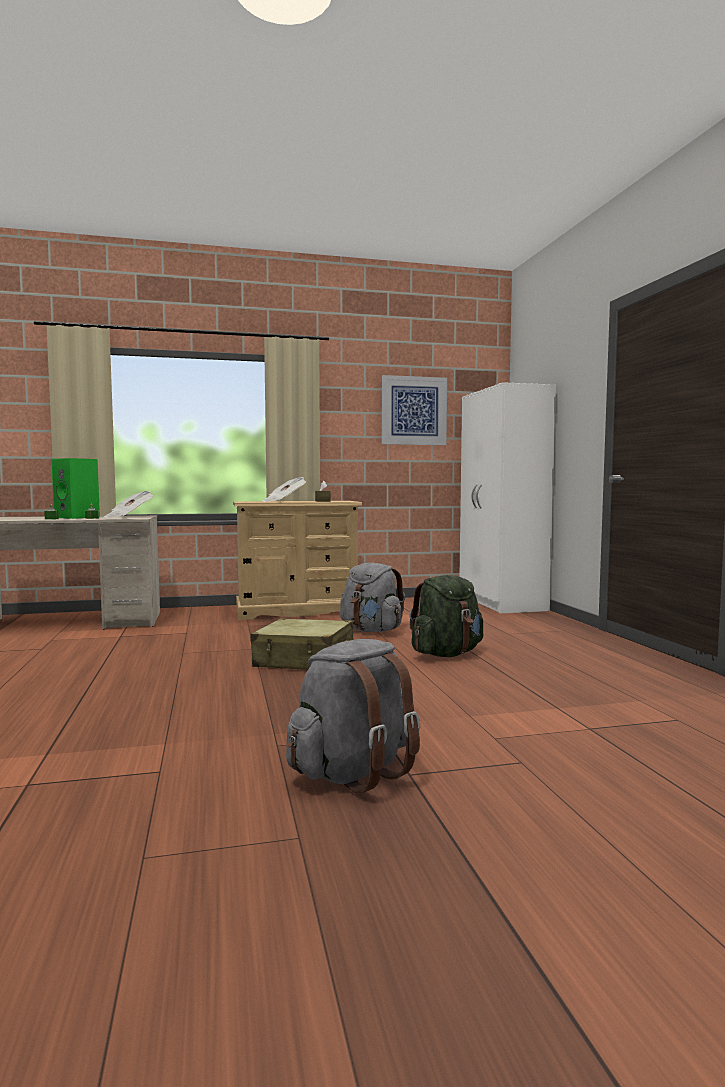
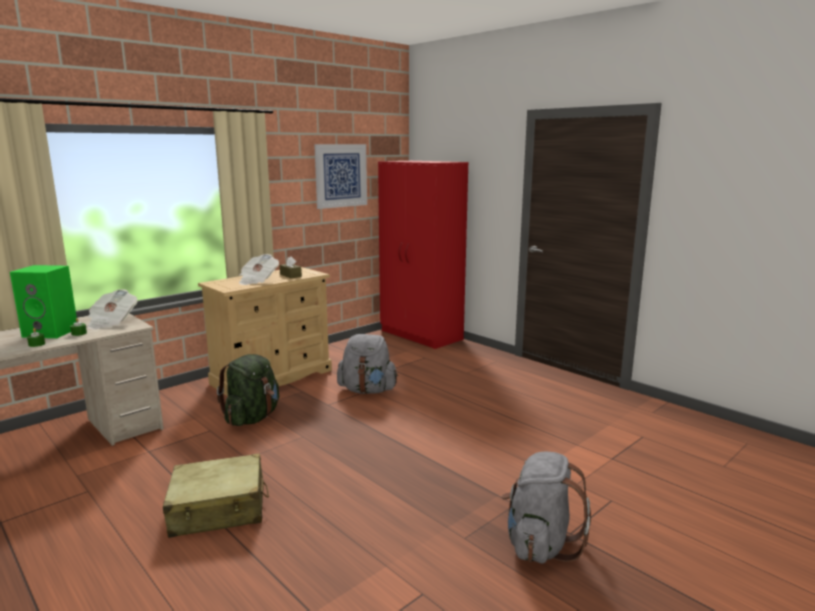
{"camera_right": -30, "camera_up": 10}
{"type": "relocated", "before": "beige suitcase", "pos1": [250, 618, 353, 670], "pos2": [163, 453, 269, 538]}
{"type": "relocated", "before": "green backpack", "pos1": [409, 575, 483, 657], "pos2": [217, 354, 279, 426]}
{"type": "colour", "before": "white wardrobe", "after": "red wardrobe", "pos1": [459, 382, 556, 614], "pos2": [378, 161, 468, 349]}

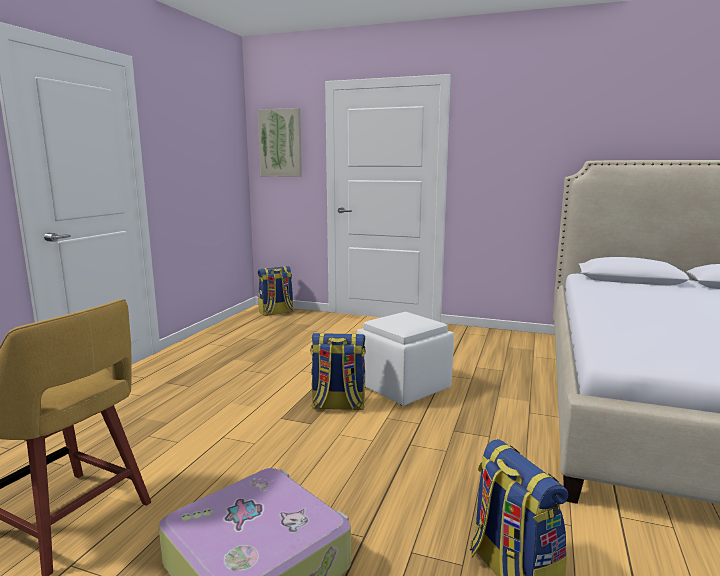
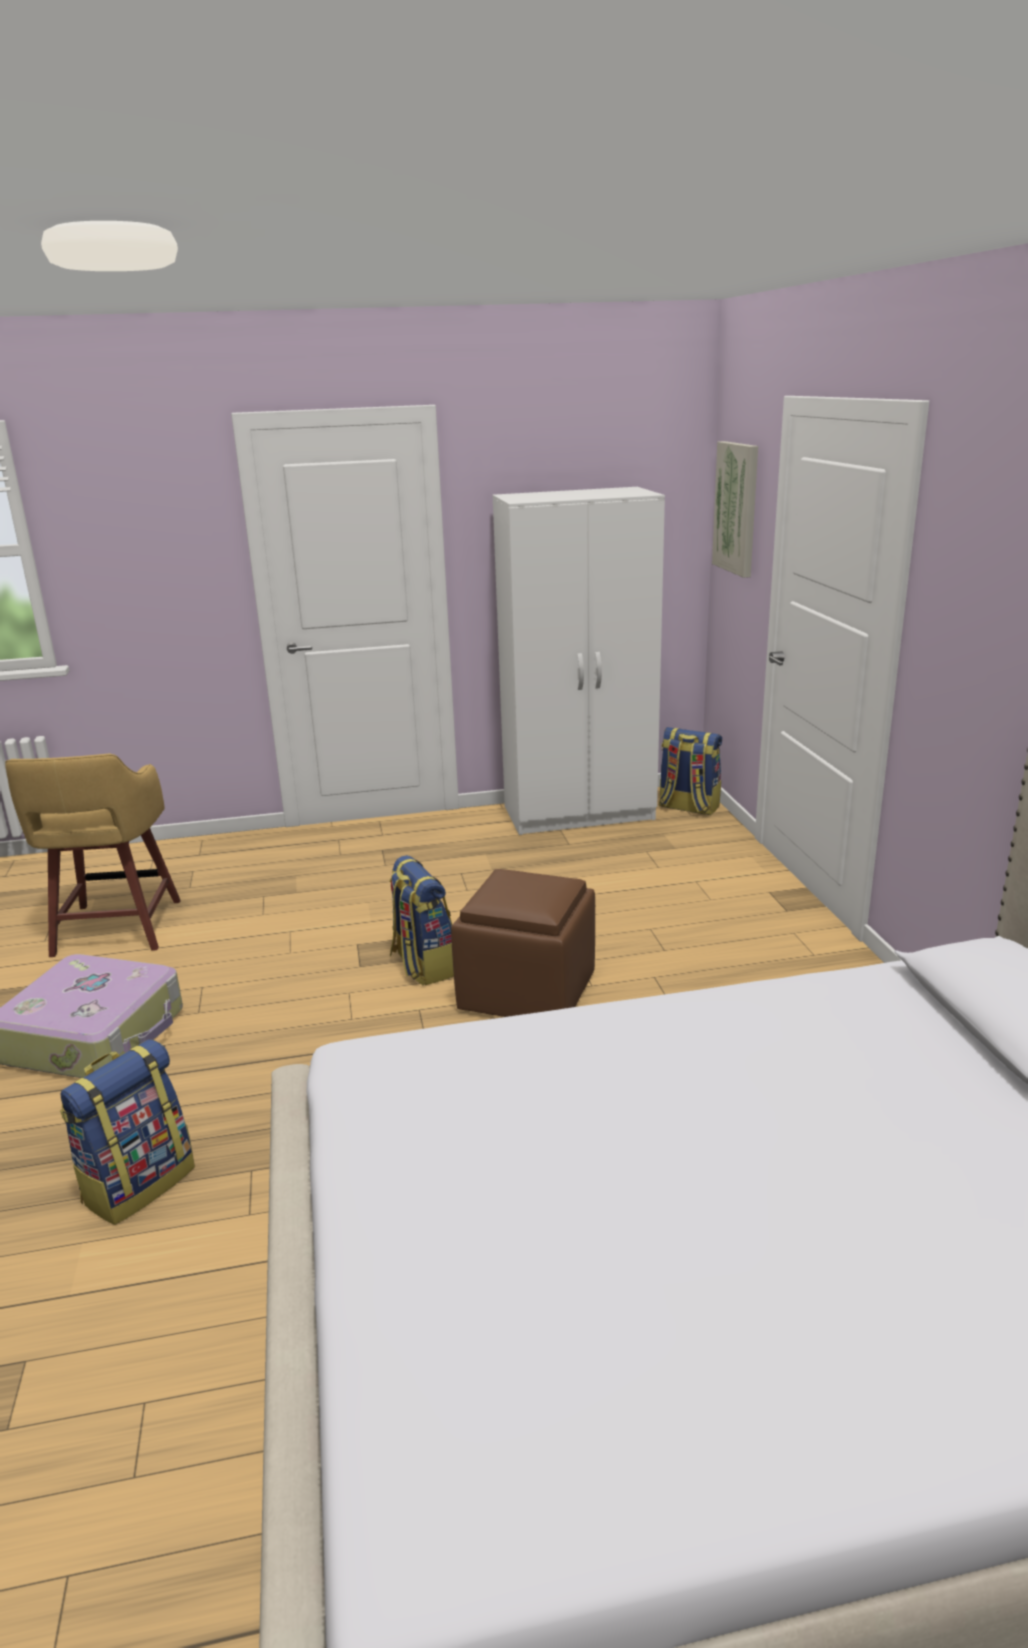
{"camera_right": 60, "camera_up": 10}
{"type": "colour", "before": "white ottoman", "after": "brown ottoman", "pos1": [357, 312, 454, 406], "pos2": [451, 869, 595, 1017]}
{"type": "appeared", "after": "white wardrobe", "pos2": [493, 487, 665, 835]}

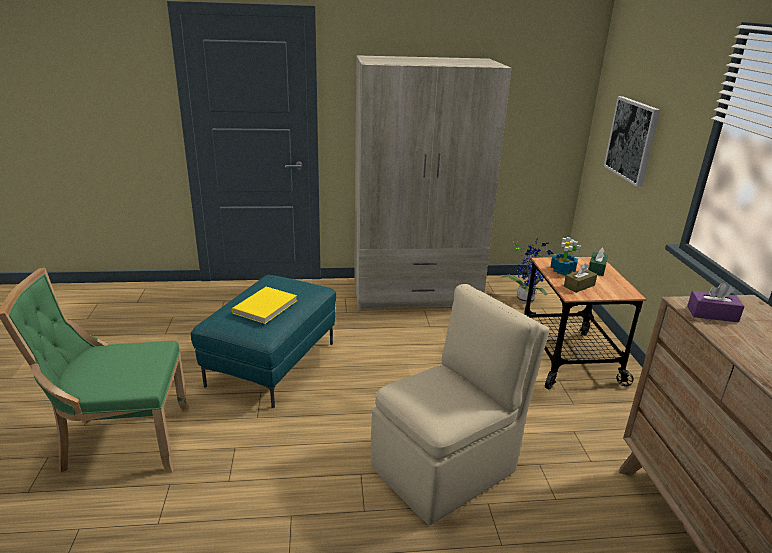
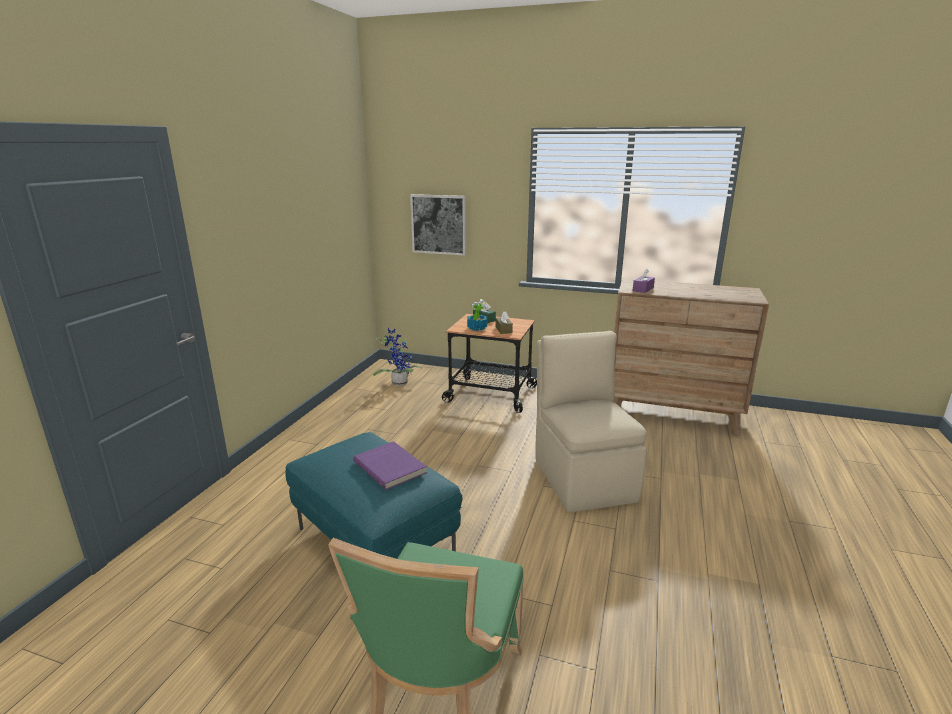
{"camera_right": -65, "camera_up": -5}
{"type": "colour", "before": "yellow book", "after": "purple book", "pos1": [232, 287, 297, 324], "pos2": [353, 441, 427, 490]}
{"type": "missing", "before": "beige wardrobe", "pos1": [354, 55, 511, 310]}

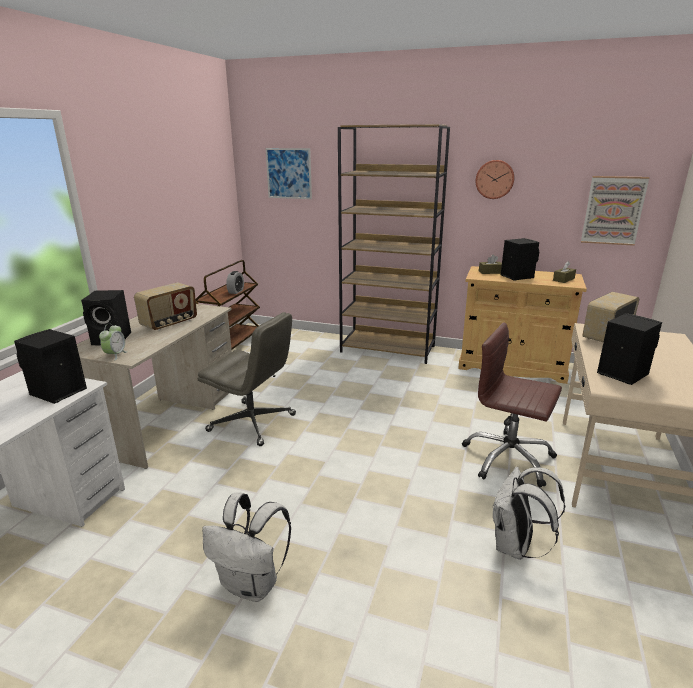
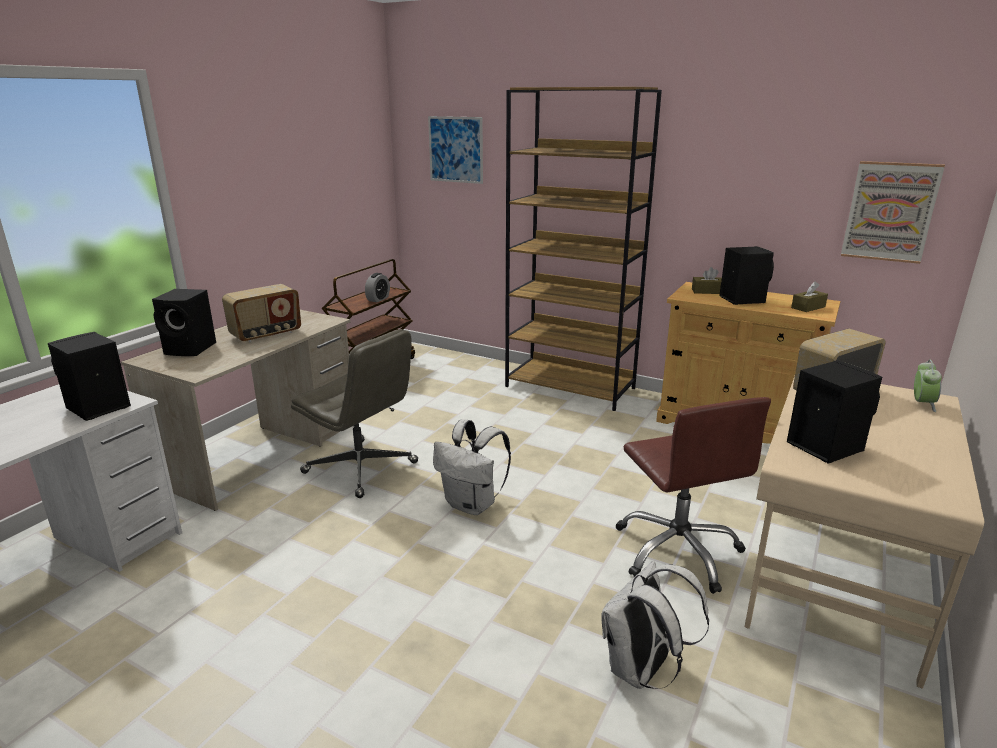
{"camera_right": 10, "camera_up": 0}
{"type": "relocated", "before": "white backpack", "pos1": [202, 492, 291, 602], "pos2": [433, 419, 511, 515]}
{"type": "spun", "before": "brown office chair", "pos1": [462, 322, 562, 488], "pos2": [615, 397, 771, 594], "turn": -150}
{"type": "relocated", "before": "alarm clock", "pos1": [99, 323, 128, 361], "pos2": [914, 359, 942, 412]}
{"type": "missing", "before": "wall clock", "pos1": [476, 160, 514, 199]}

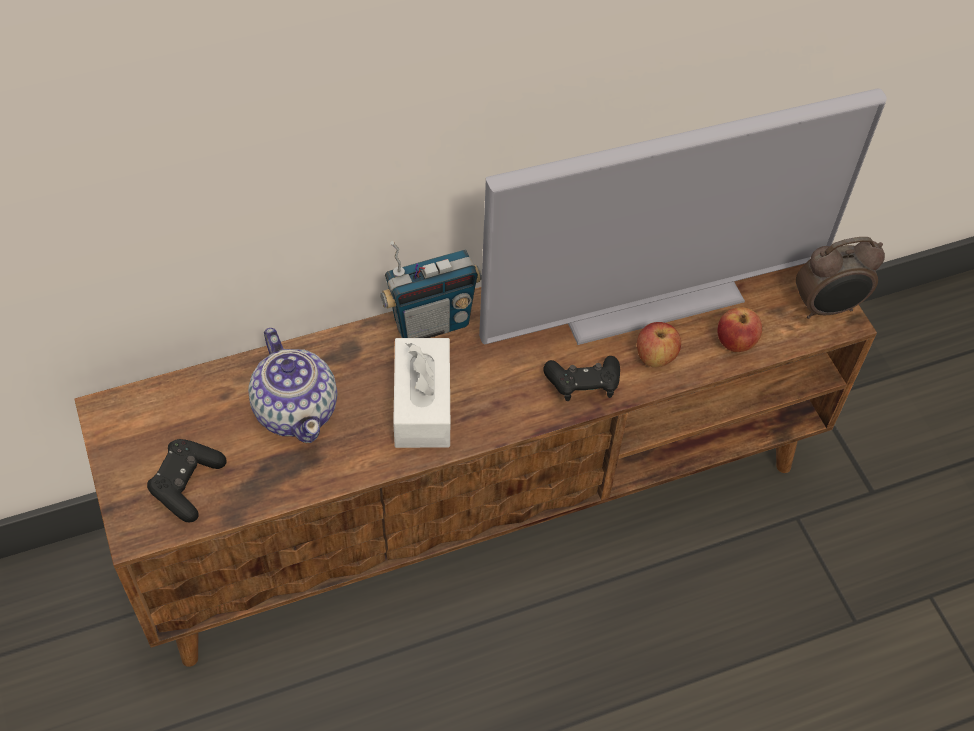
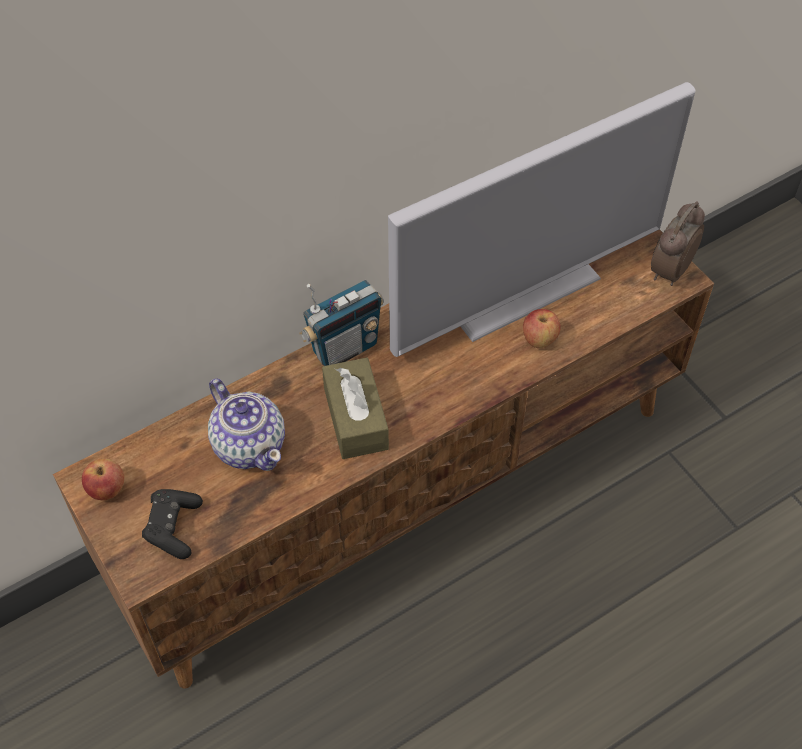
{"camera_right": -10, "camera_up": 0}
{"type": "relocated", "before": "apple", "pos1": [717, 307, 762, 352], "pos2": [82, 459, 124, 500]}
{"type": "colour", "before": "white tissue box", "after": "brown tissue box", "pos1": [393, 338, 450, 448], "pos2": [322, 358, 389, 459]}
{"type": "spun", "before": "alarm clock", "pos1": [796, 237, 885, 319], "pos2": [651, 201, 705, 286], "turn": 150}
{"type": "missing", "before": "black game controller", "pos1": [544, 356, 620, 401]}

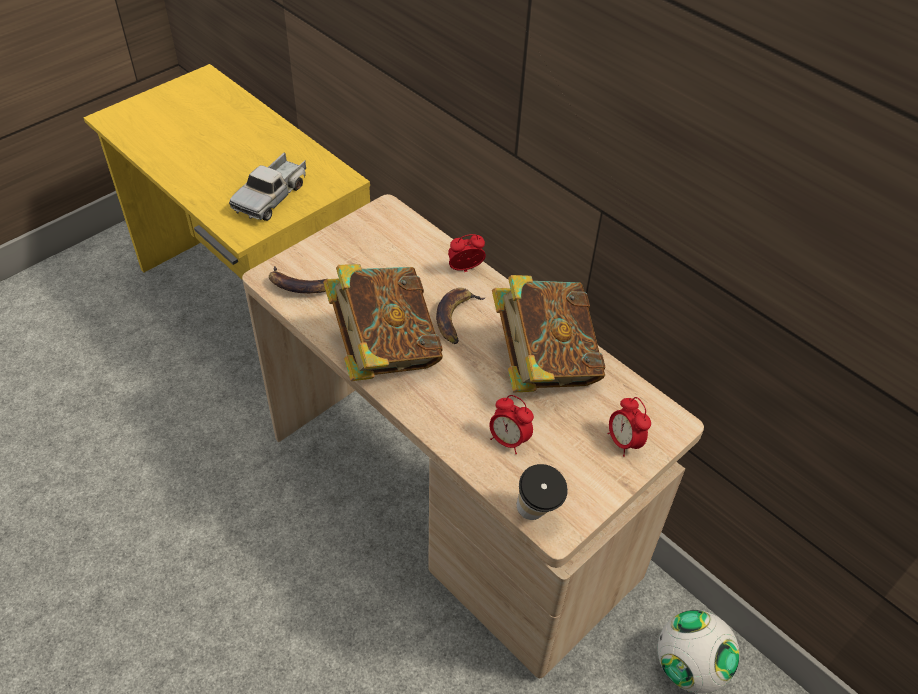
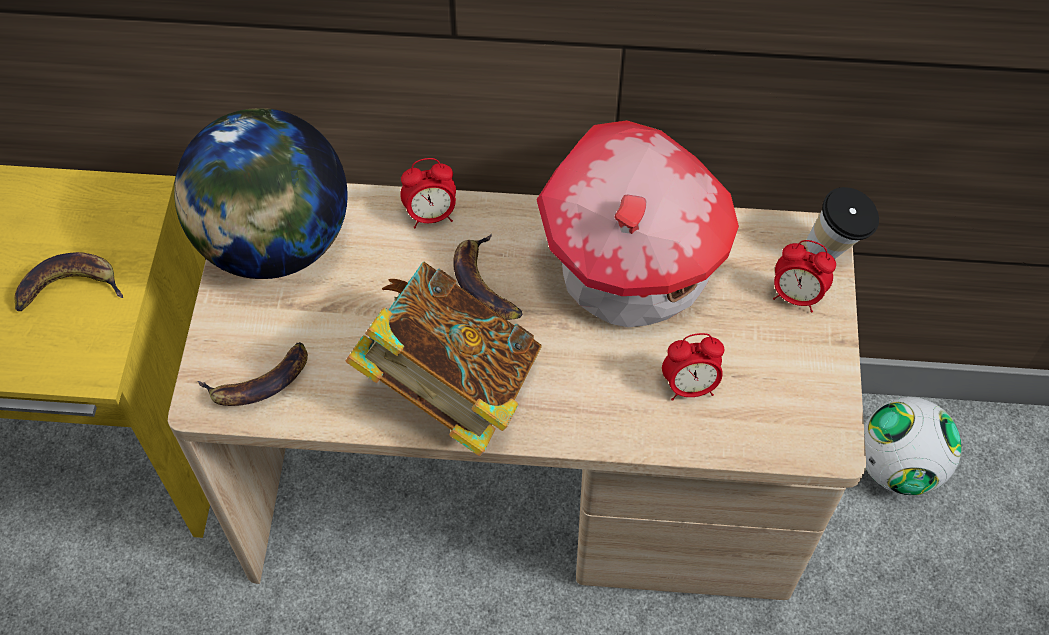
{"camera_right": -40, "camera_up": 10}
{"type": "exchanged", "before": "toy truck", "after": "banana", "pos1": [229, 152, 306, 221], "pos2": [14, 252, 123, 311]}
{"type": "appeared", "after": "globe", "pos2": [174, 108, 348, 279]}
{"type": "spun", "before": "alarm clock", "pos1": [448, 234, 486, 272], "pos2": [400, 158, 456, 229], "turn": -135}
{"type": "exchanged", "before": "book", "after": "toy house", "pos1": [492, 275, 606, 392], "pos2": [536, 120, 739, 327]}
{"type": "relocated", "before": "cup", "pos1": [517, 464, 568, 520], "pos2": [806, 187, 879, 259]}

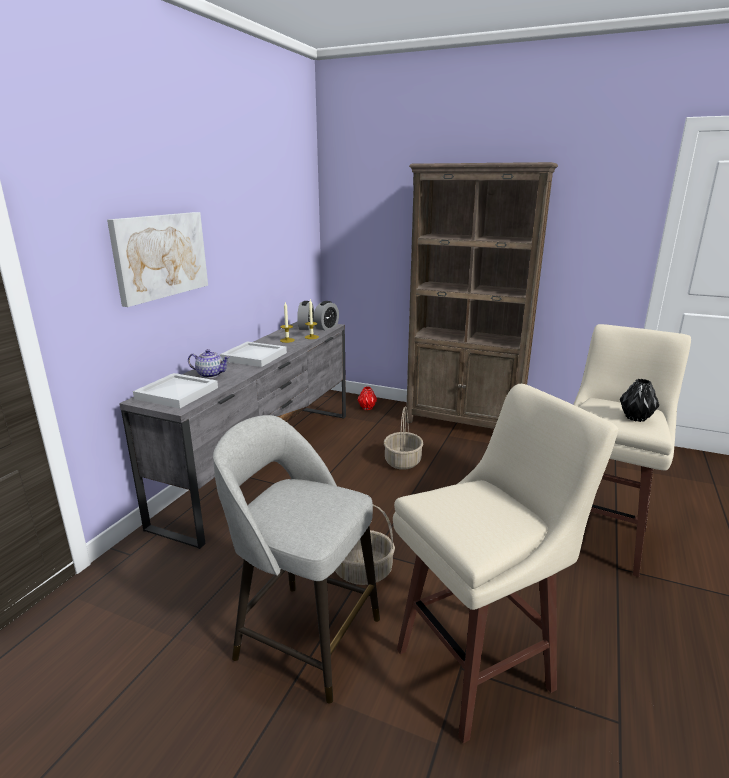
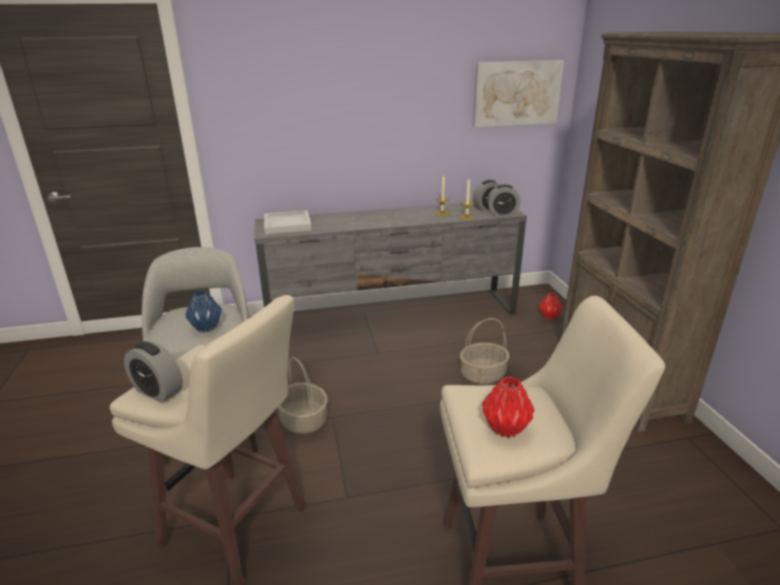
{"camera_right": 55, "camera_up": 5}
{"type": "appeared", "after": "alarm clock", "pos2": [124, 341, 183, 403]}
{"type": "appeared", "after": "blue vase", "pos2": [185, 290, 222, 332]}
{"type": "relocated", "before": "picture", "pos1": [107, 212, 208, 307], "pos2": [473, 60, 564, 127]}
{"type": "colour", "before": "black vase", "after": "red vase", "pos1": [620, 379, 659, 422], "pos2": [482, 377, 535, 438]}
{"type": "missing", "before": "teapot", "pos1": [188, 349, 230, 378]}
{"type": "missing", "before": "white tray", "pos1": [220, 342, 287, 367]}

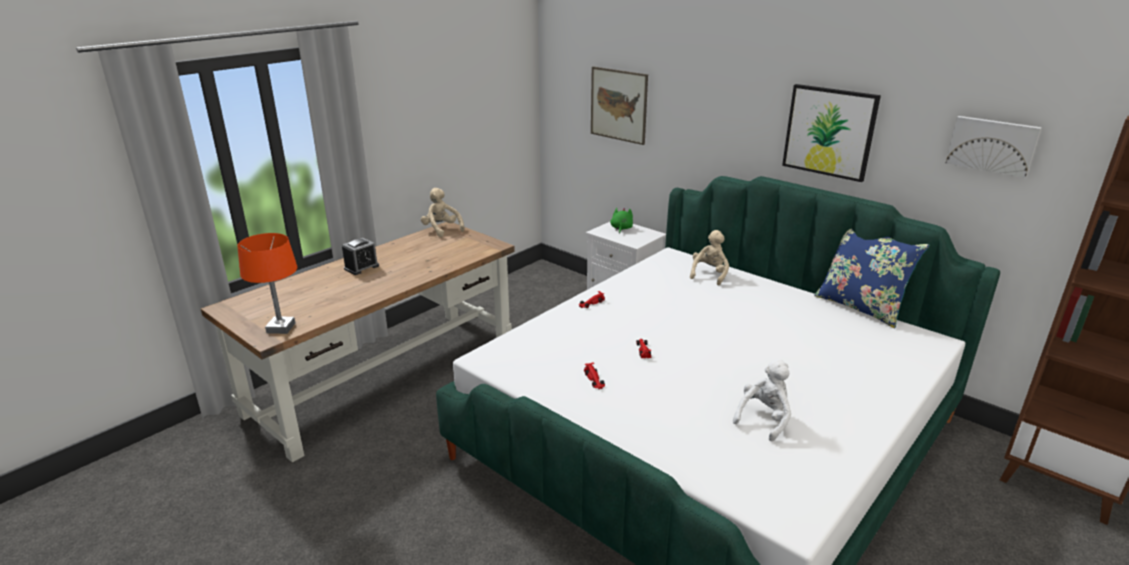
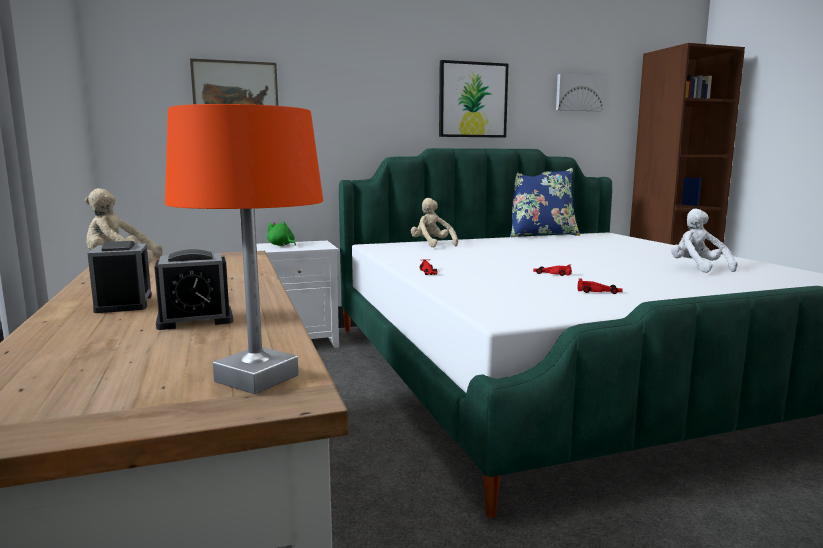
{"camera_right": -60, "camera_up": -15}
{"type": "appeared", "after": "alarm clock", "pos2": [154, 249, 233, 330]}

